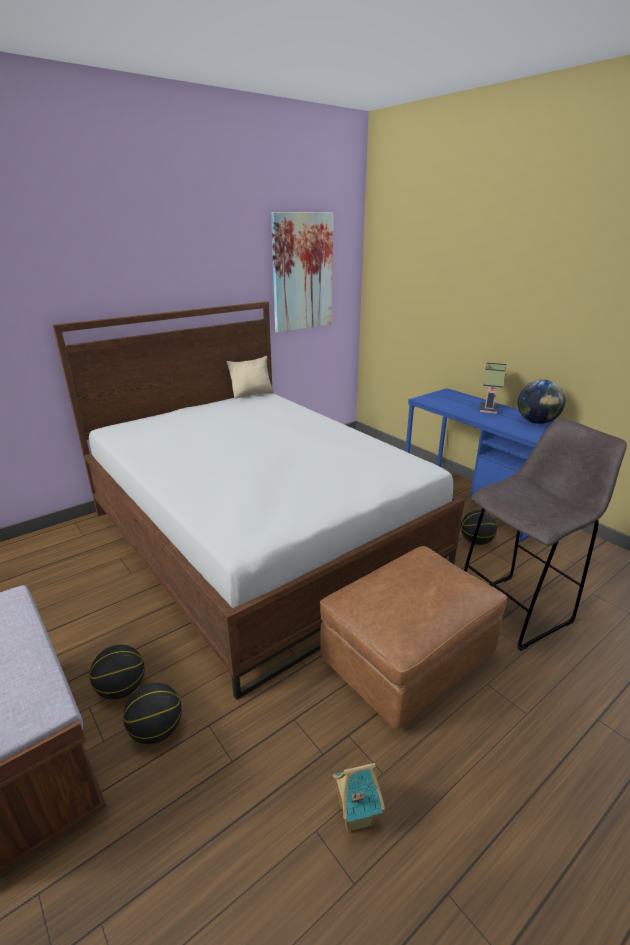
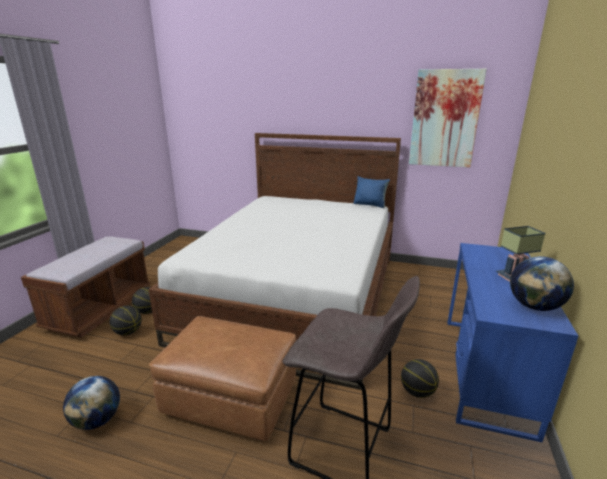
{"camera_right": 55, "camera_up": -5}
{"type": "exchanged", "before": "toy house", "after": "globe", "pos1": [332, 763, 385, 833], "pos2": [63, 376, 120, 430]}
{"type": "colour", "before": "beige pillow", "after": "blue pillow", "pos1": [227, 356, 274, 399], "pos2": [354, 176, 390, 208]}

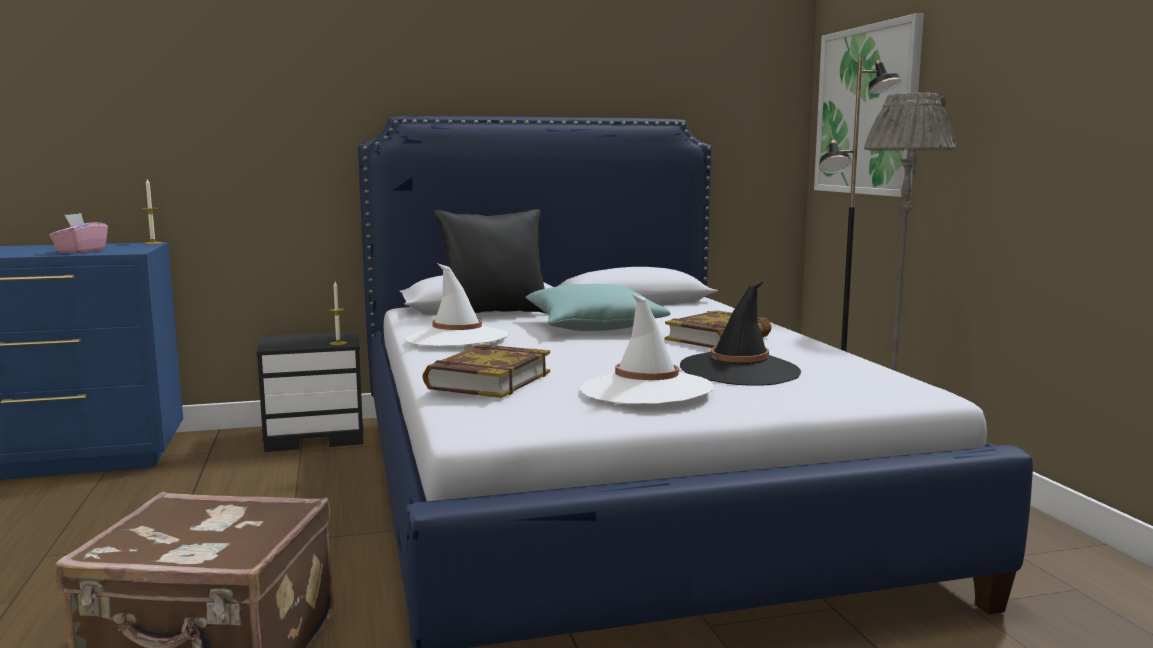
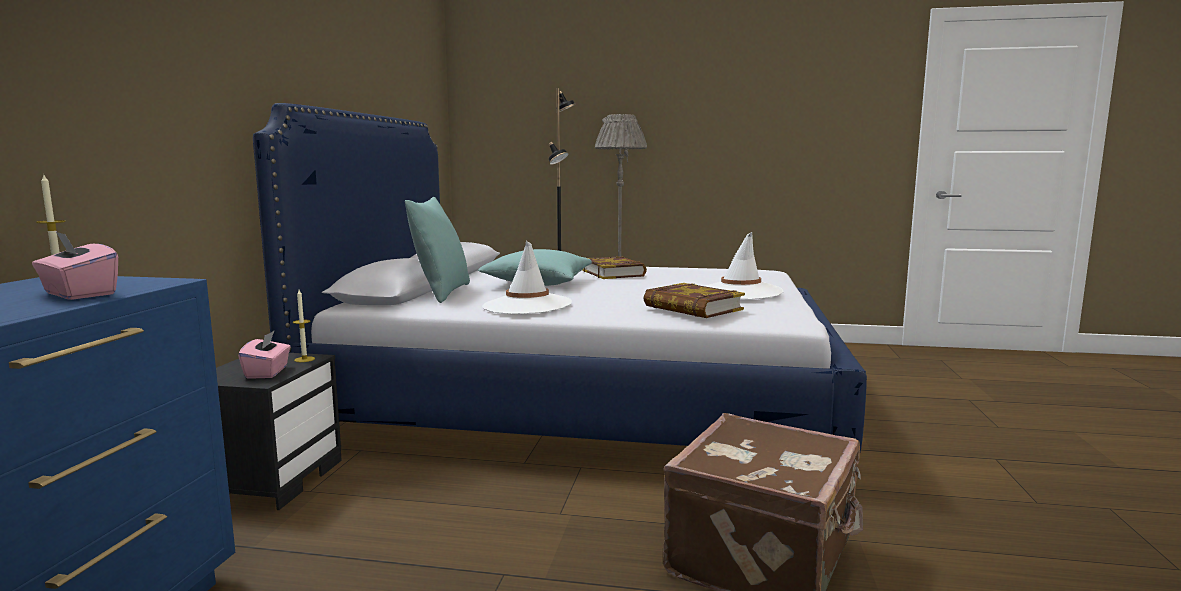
{"camera_right": -65, "camera_up": 0}
{"type": "appeared", "after": "pink tissue box", "pos2": [238, 330, 291, 379]}
{"type": "colour", "before": "black pillow", "after": "turquoise pillow", "pos1": [434, 209, 545, 313], "pos2": [405, 197, 470, 303]}
{"type": "missing", "before": "black hat", "pos1": [680, 281, 801, 386]}
{"type": "missing", "before": "picture", "pos1": [814, 13, 924, 197]}

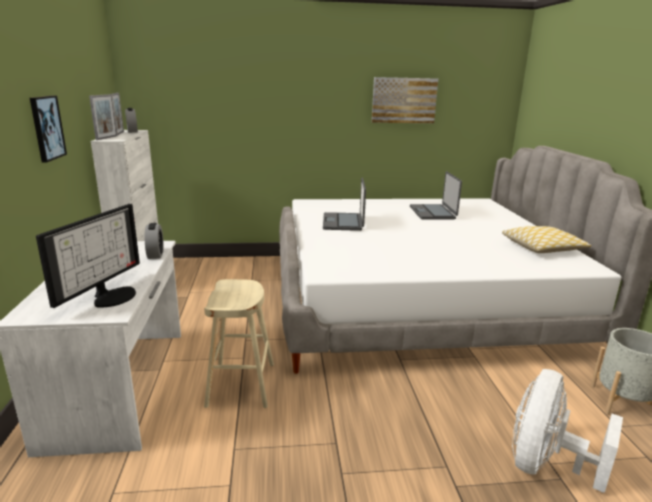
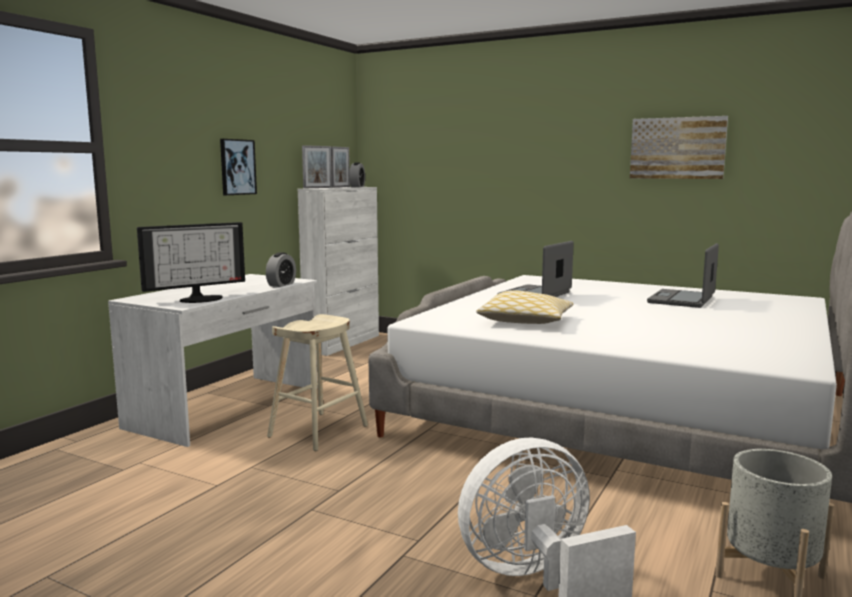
{"camera_right": 35, "camera_up": -10}
{"type": "relocated", "before": "pillow", "pos1": [502, 226, 591, 253], "pos2": [476, 290, 573, 324]}

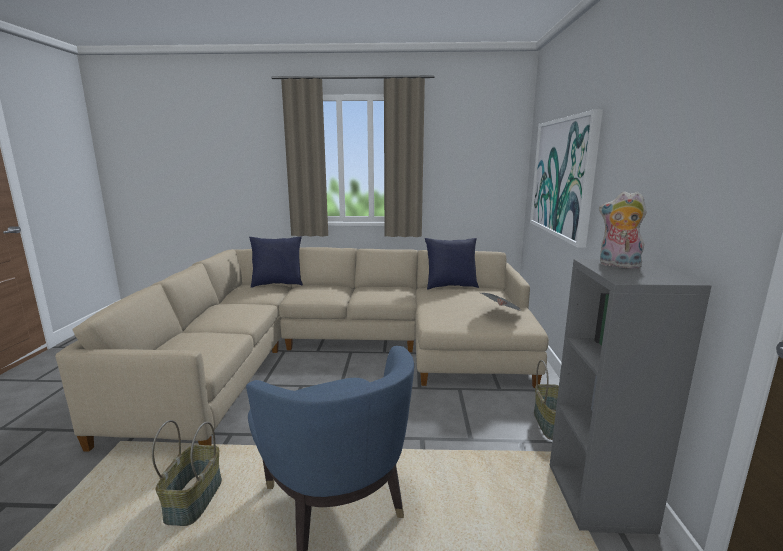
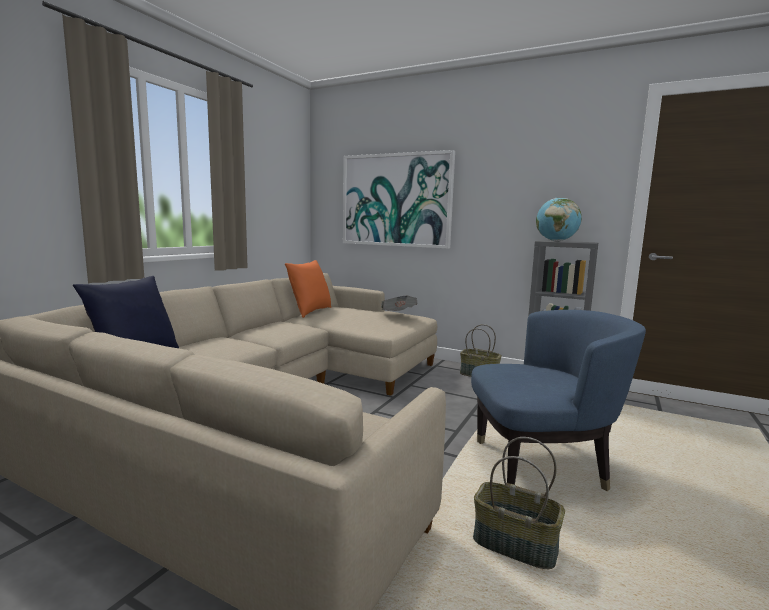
{"camera_right": -65, "camera_up": -5}
{"type": "colour", "before": "blue pillow", "after": "orange pillow", "pos1": [425, 238, 479, 289], "pos2": [285, 260, 331, 318]}
{"type": "exchanged", "before": "plush toy", "after": "globe", "pos1": [599, 191, 647, 269], "pos2": [536, 198, 582, 241]}

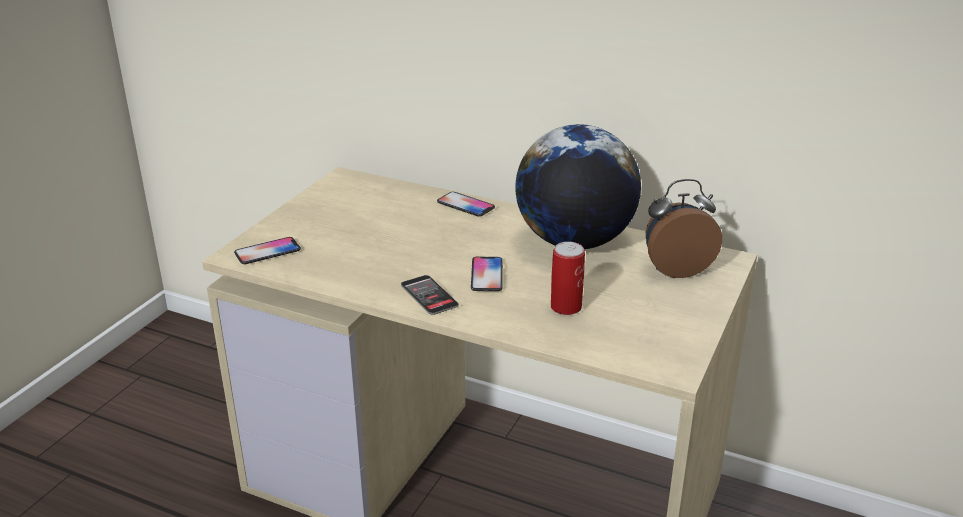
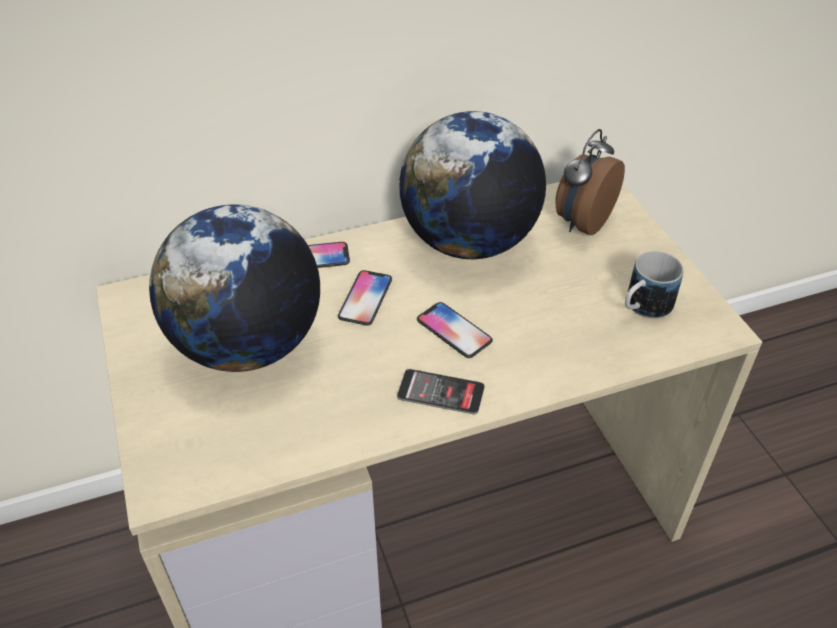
{"camera_right": -45, "camera_up": 15}
{"type": "appeared", "after": "globe", "pos2": [149, 204, 320, 372]}
{"type": "relocated", "before": "phone", "pos1": [234, 237, 301, 264], "pos2": [338, 270, 392, 326]}
{"type": "appeared", "after": "mug", "pos2": [625, 251, 683, 318]}
{"type": "missing", "before": "can", "pos1": [551, 242, 585, 315]}

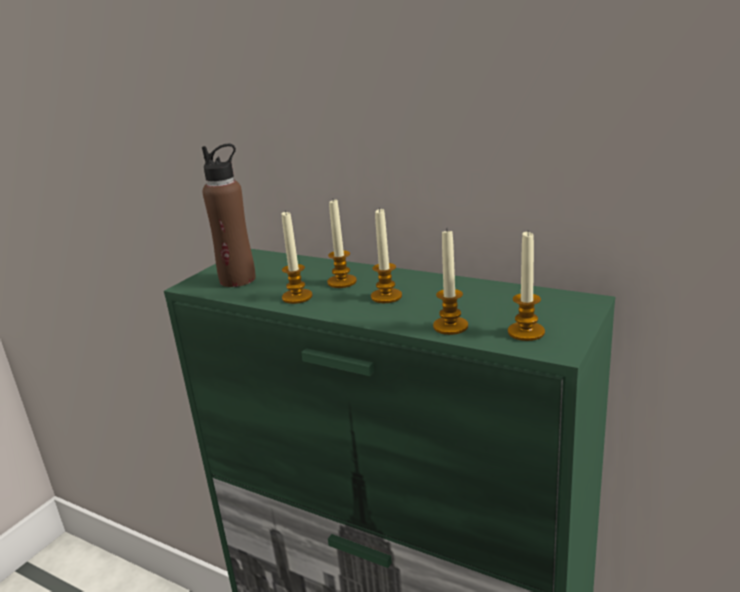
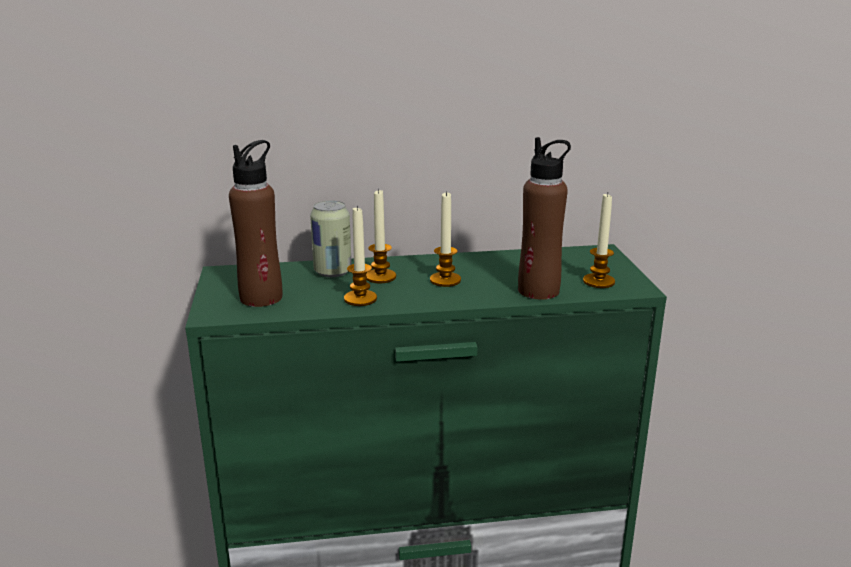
{"camera_right": -40, "camera_up": 0}
{"type": "appeared", "after": "can", "pos2": [310, 201, 352, 277]}
{"type": "exchanged", "before": "candle", "after": "brown bottle", "pos1": [433, 230, 468, 335], "pos2": [518, 137, 571, 299]}

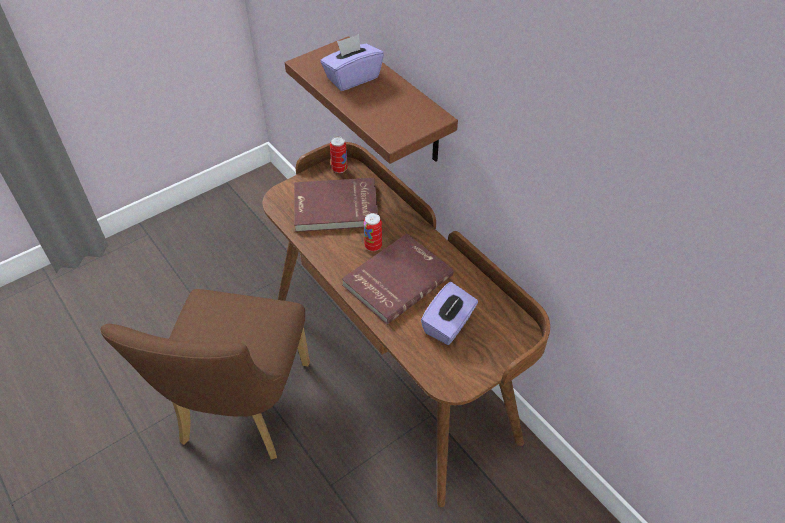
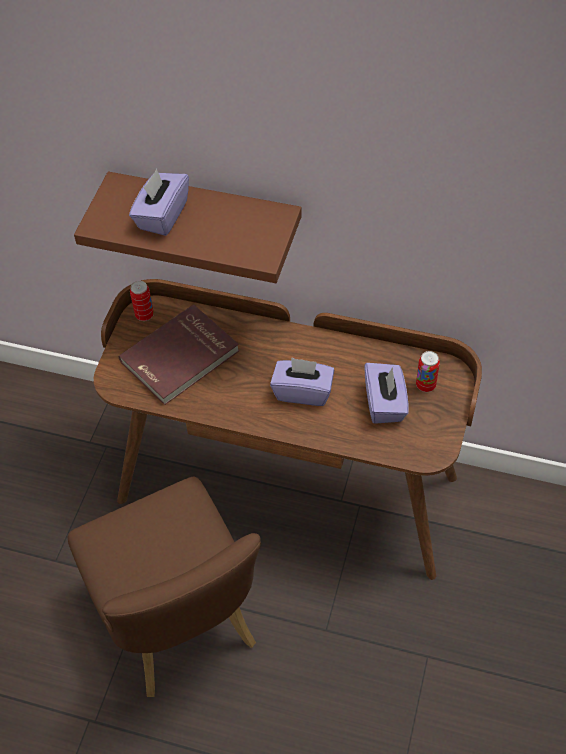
{"camera_right": -35, "camera_up": 5}
{"type": "exchanged", "before": "red book", "after": "purple tissue box", "pos1": [342, 234, 454, 325], "pos2": [270, 357, 334, 406]}
{"type": "relocated", "before": "can", "pos1": [364, 213, 382, 251], "pos2": [416, 351, 440, 392]}

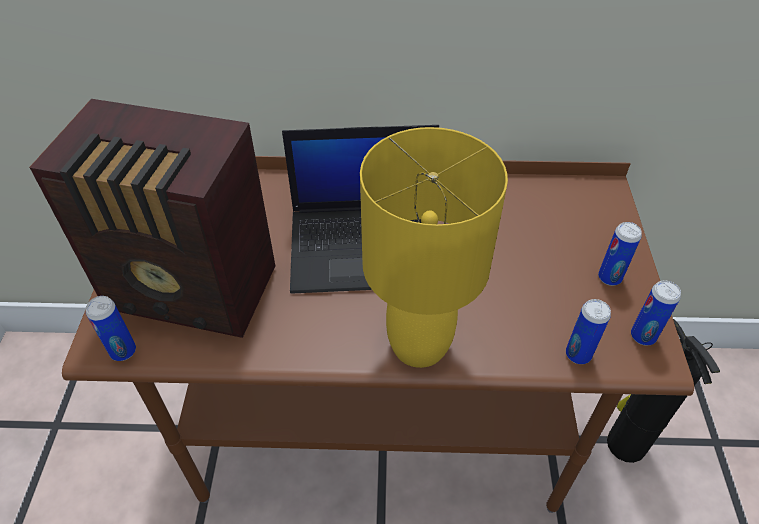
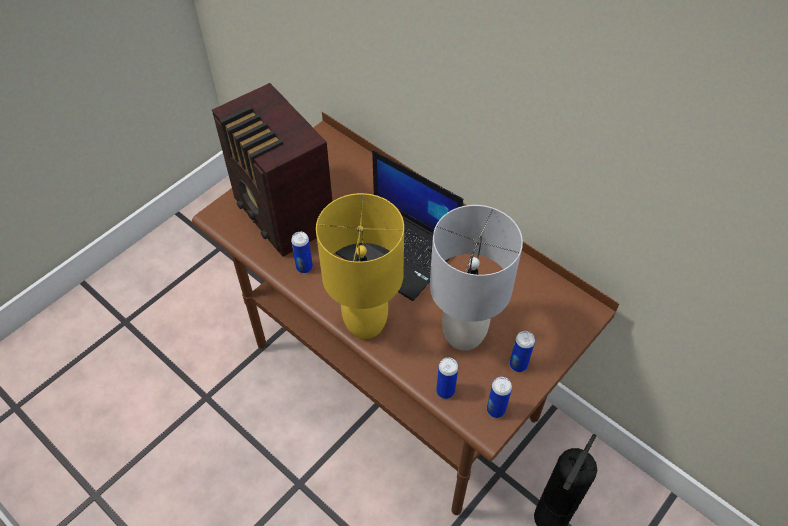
{"camera_right": 40, "camera_up": 5}
{"type": "relocated", "before": "can", "pos1": [86, 296, 136, 361], "pos2": [291, 232, 313, 273]}
{"type": "appeared", "after": "grey table lamp", "pos2": [430, 205, 523, 351]}

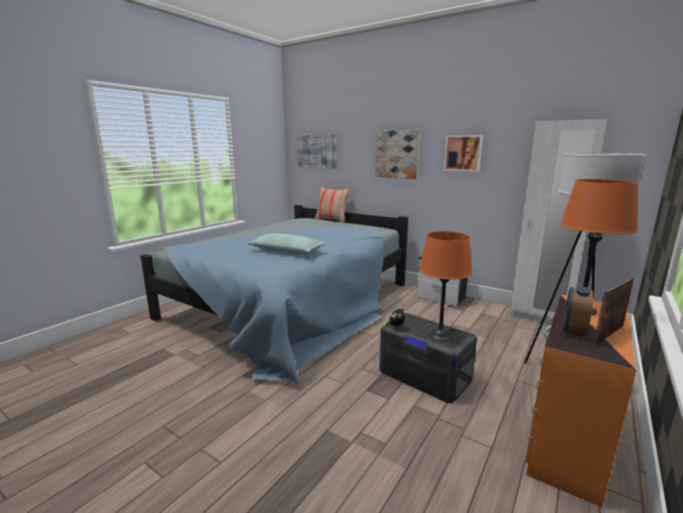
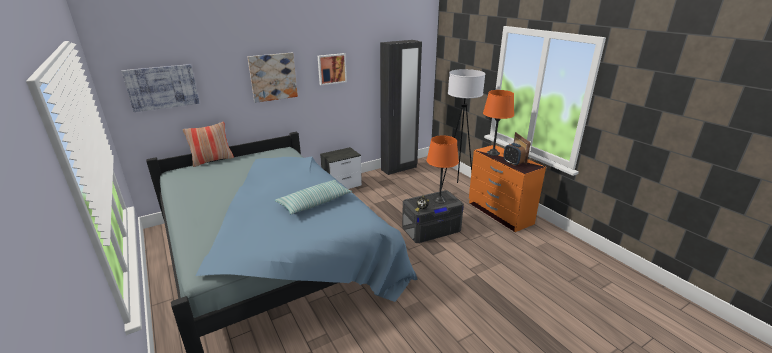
{"camera_right": -65, "camera_up": 10}
{"type": "colour", "before": "white wardrobe", "after": "black wardrobe", "pos1": [509, 119, 607, 324], "pos2": [380, 40, 422, 175]}

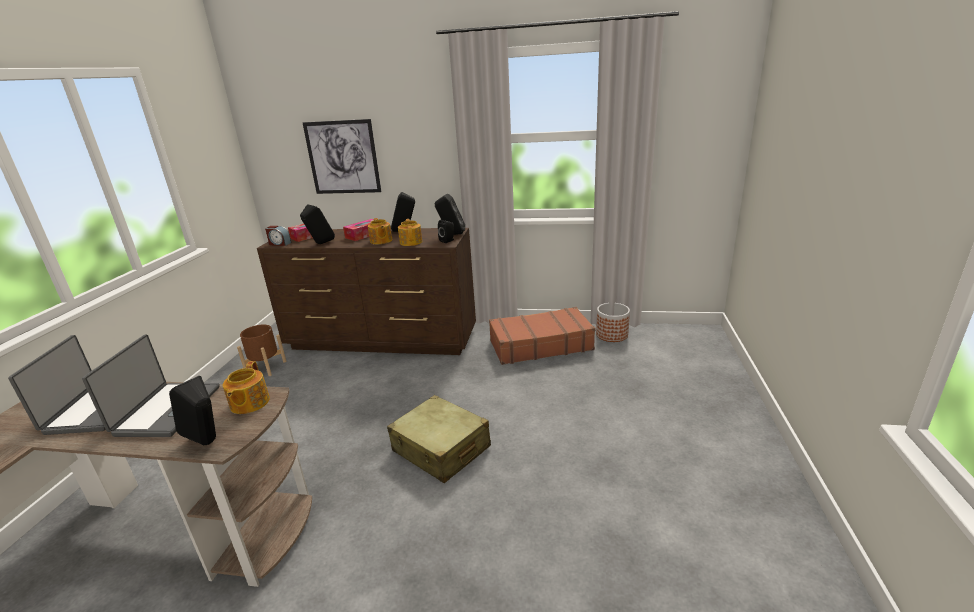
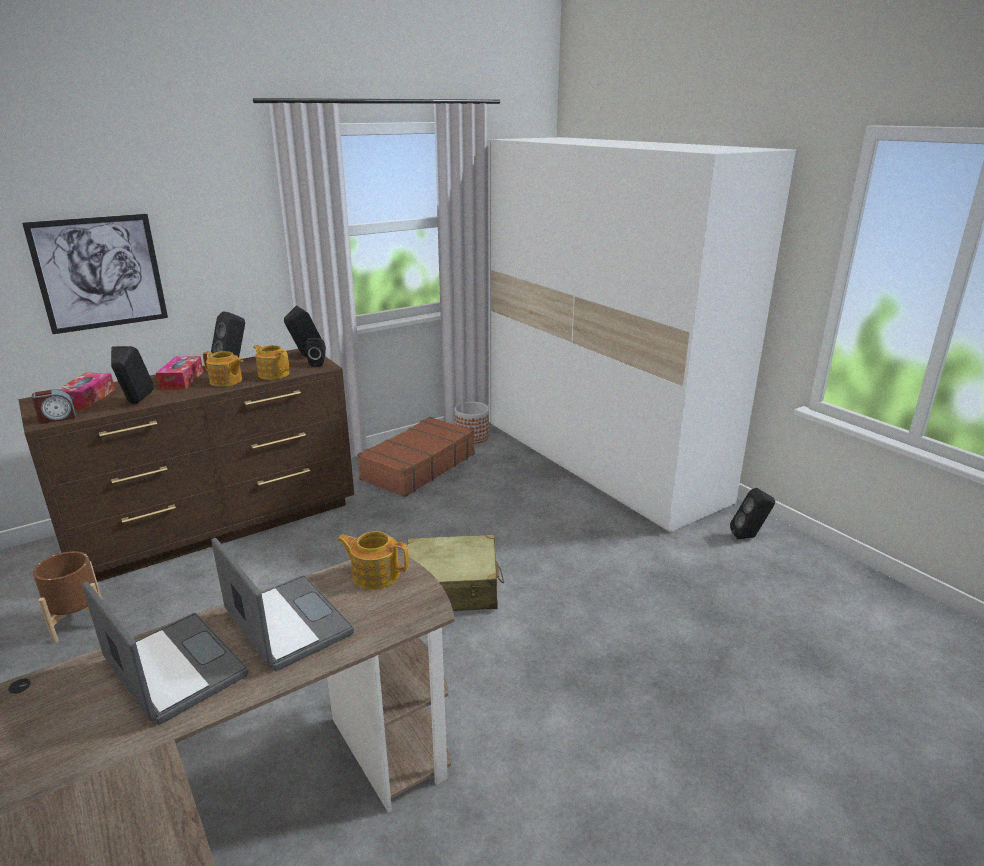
{"camera_right": -45, "camera_up": 0}
{"type": "spun", "before": "teapot", "pos1": [223, 361, 270, 414], "pos2": [337, 531, 409, 590], "turn": 150}
{"type": "appeared", "after": "white wardrobe", "pos2": [488, 137, 796, 532]}
{"type": "relocated", "before": "black speaker", "pos1": [169, 376, 216, 445], "pos2": [730, 488, 775, 539]}

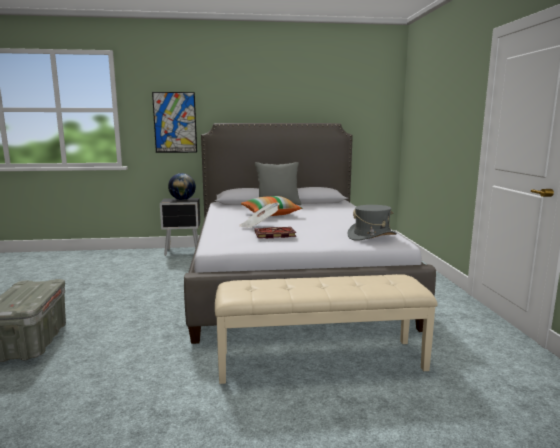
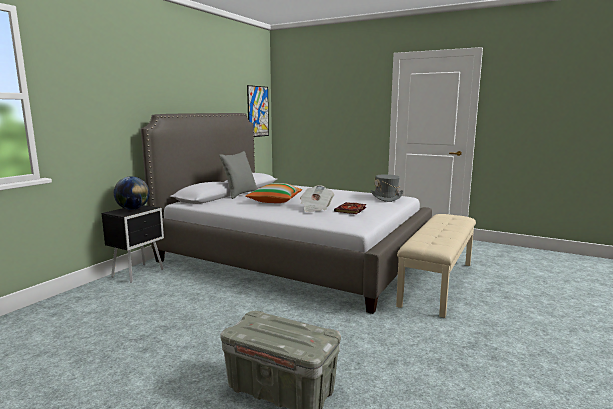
{"camera_right": -55, "camera_up": 0}
{"type": "relocated", "before": "picture", "pos1": [152, 92, 197, 153], "pos2": [247, 85, 269, 137]}

